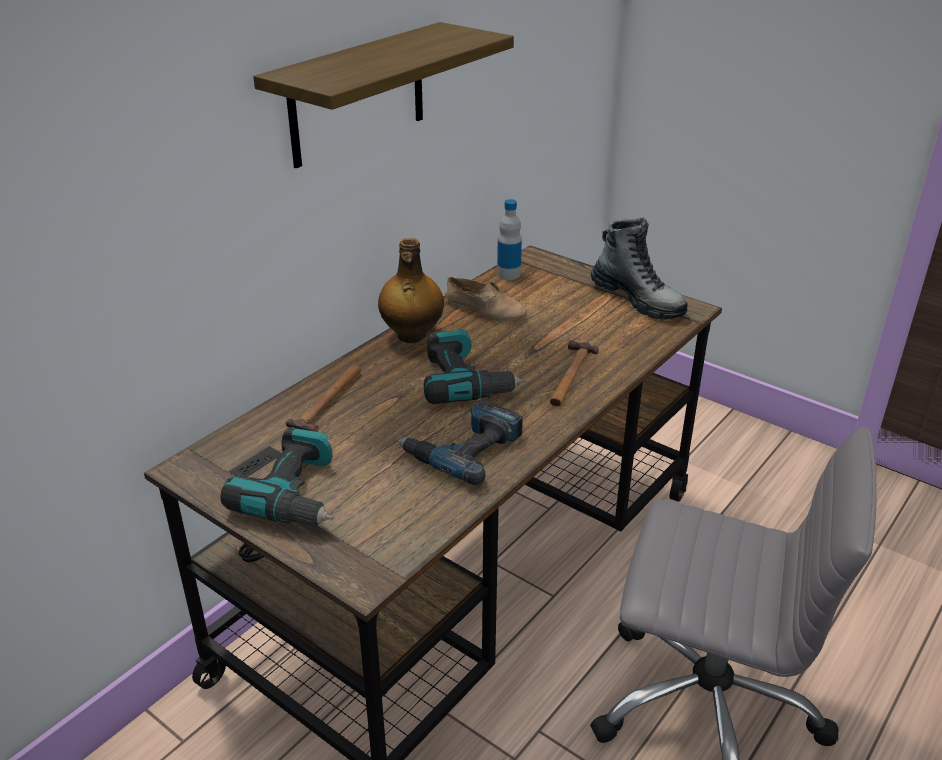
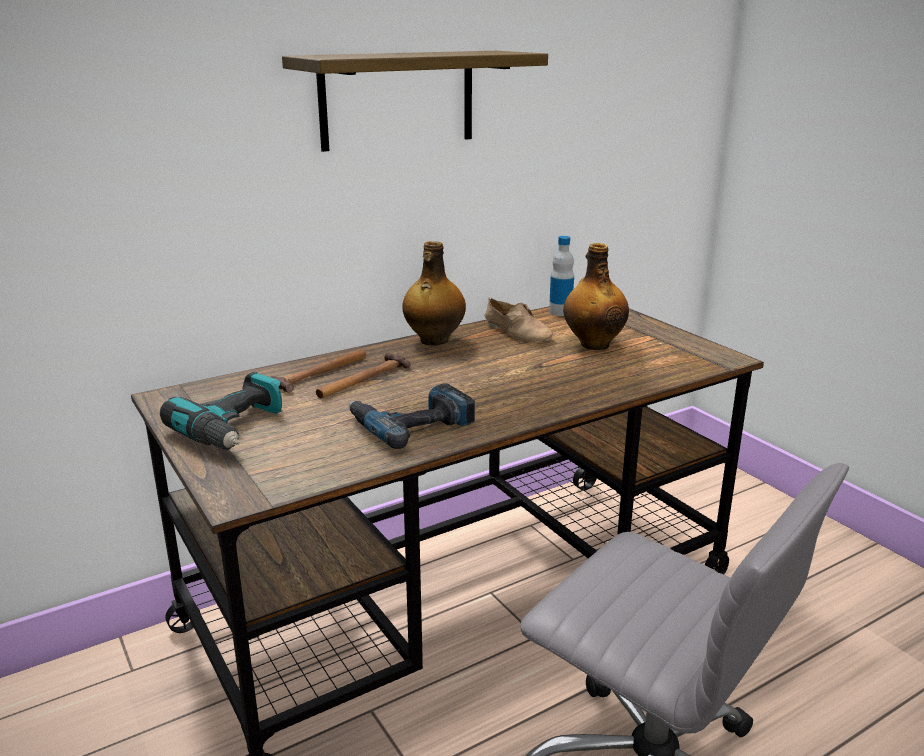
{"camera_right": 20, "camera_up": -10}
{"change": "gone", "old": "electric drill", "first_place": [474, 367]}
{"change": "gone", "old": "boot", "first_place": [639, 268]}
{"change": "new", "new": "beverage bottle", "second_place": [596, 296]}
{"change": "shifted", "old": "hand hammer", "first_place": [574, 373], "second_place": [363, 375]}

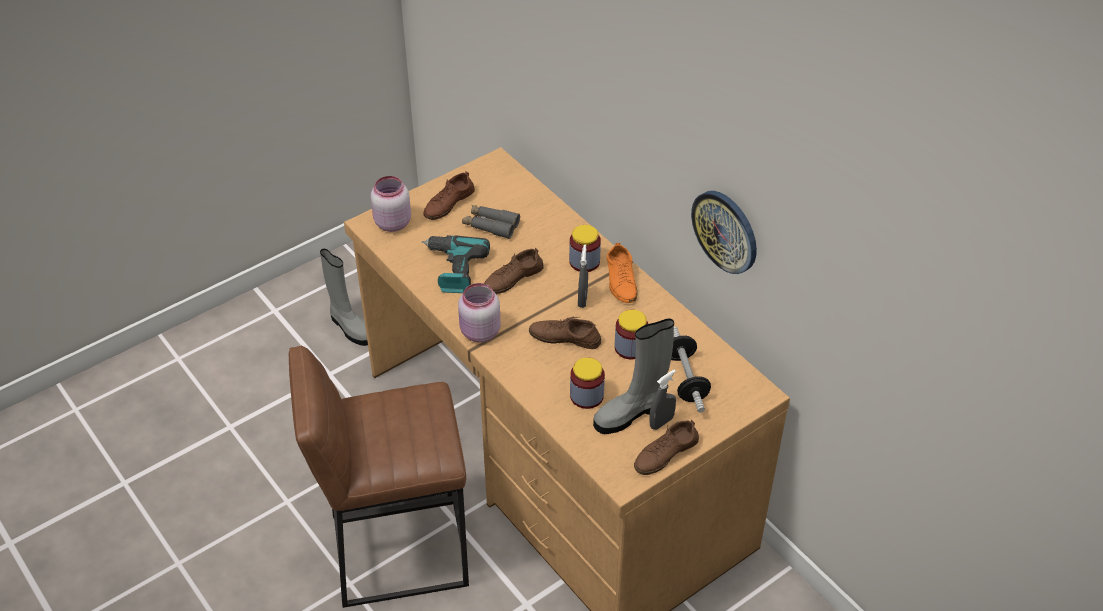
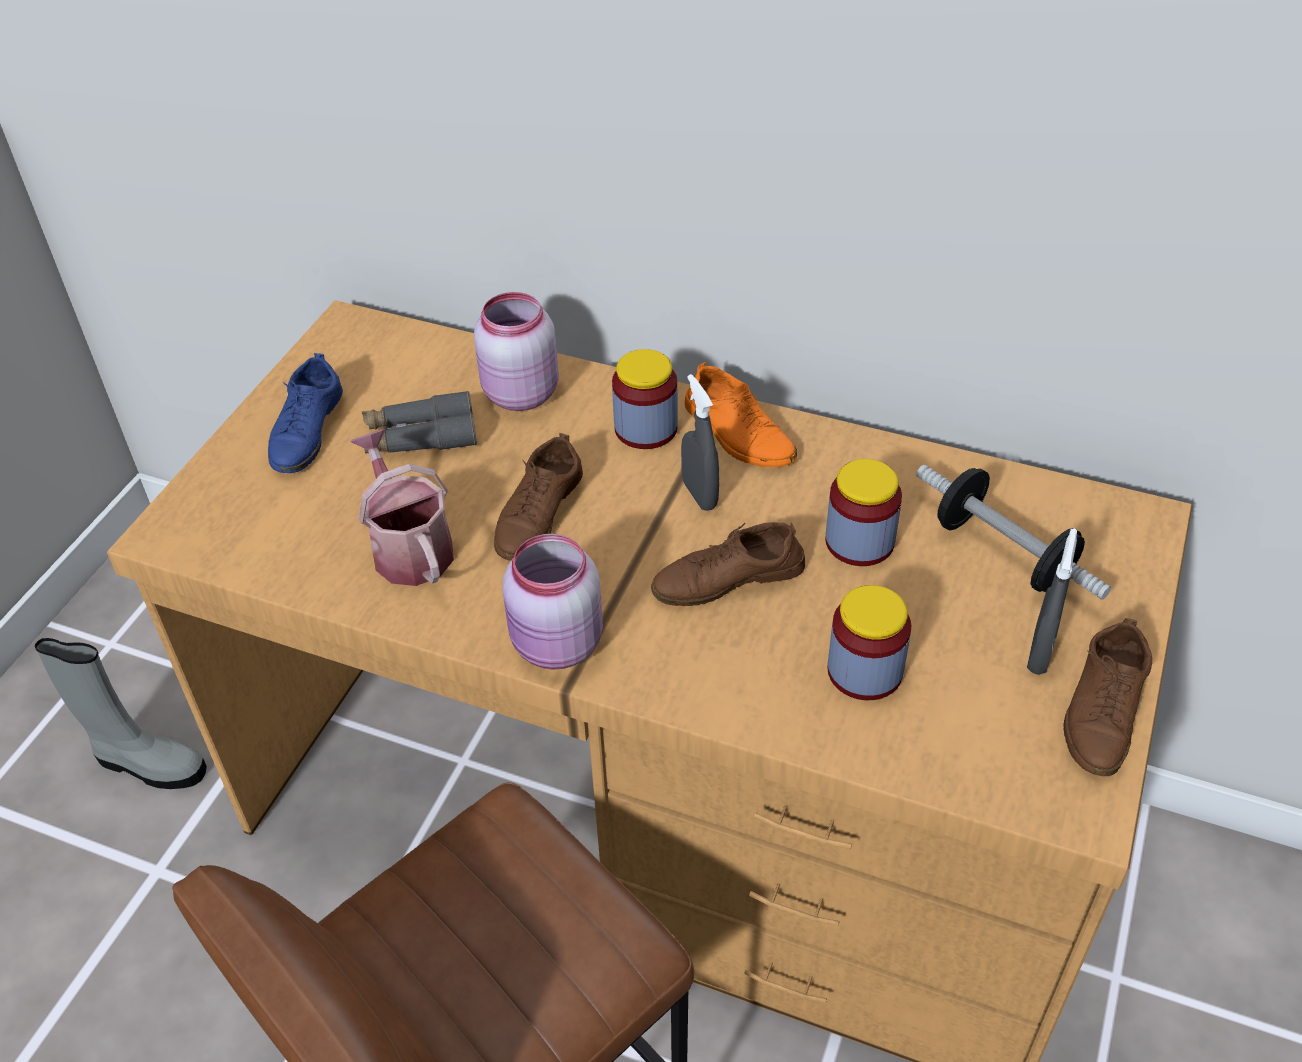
{"camera_right": -30, "camera_up": 0}
{"change": "gone", "old": "boot (gray)", "first_place": [633, 376]}
{"change": "gone", "old": "hanging clock", "first_place": [724, 232]}
{"change": "shifted", "old": "preserve jar (pink-coloured)", "first_place": [391, 204], "second_place": [516, 351]}
{"change": "swapped", "old": "electric drill", "new": "watering pot", "first_place": [456, 264], "second_place": [402, 507]}
{"change": "repainted", "old": "shoe (brown-coloured)", "new": "shoe (blue)", "first_place": [449, 195], "second_place": [305, 413]}

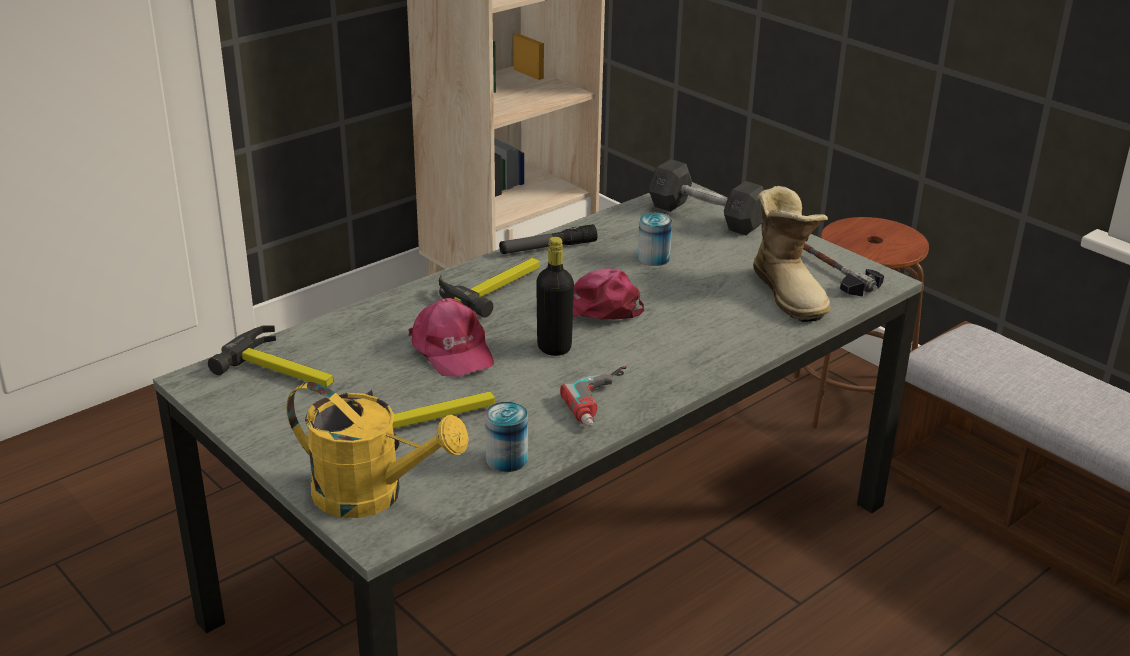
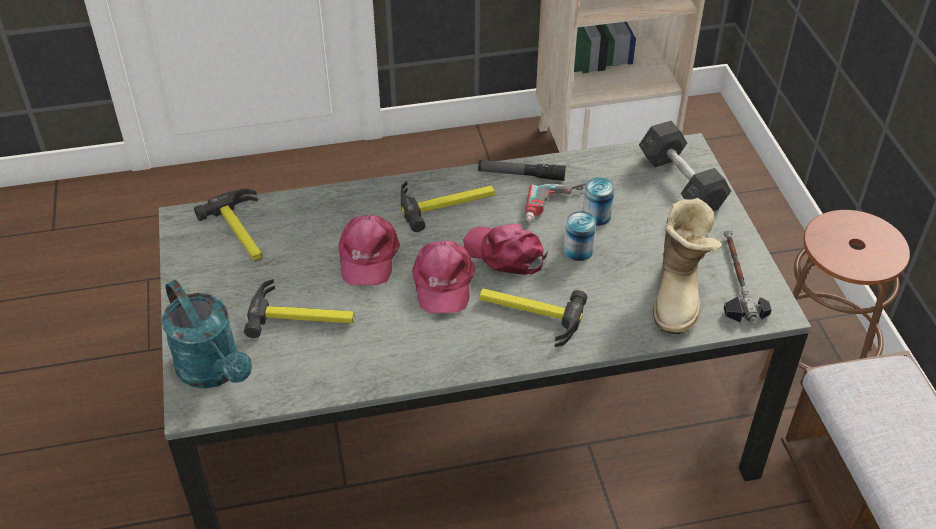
{"camera_right": 30, "camera_up": 15}
{"change": "new", "new": "hand hammer", "second_place": [533, 317]}
{"change": "shifted", "old": "metal can", "first_place": [506, 437], "second_place": [580, 236]}
{"change": "shifted", "old": "electric drill", "first_place": [593, 396], "second_place": [555, 202]}
{"change": "swapped", "old": "beverage bottle (black)", "new": "cap (pink-coloured)", "first_place": [555, 296], "second_place": [443, 277]}
{"change": "repainted", "old": "watering pot (yellowish)", "new": "watering pot (blue-green)", "first_place": [377, 450], "second_place": [207, 334]}

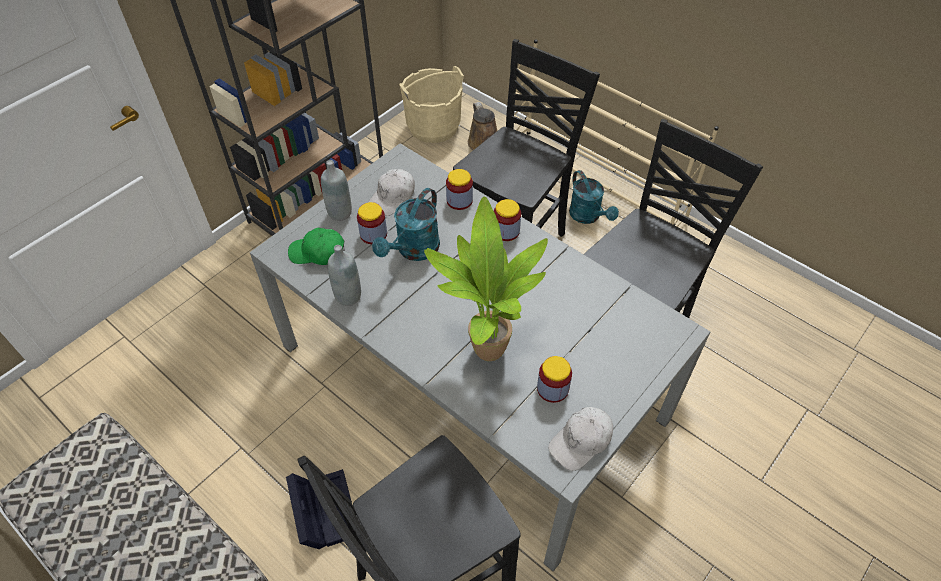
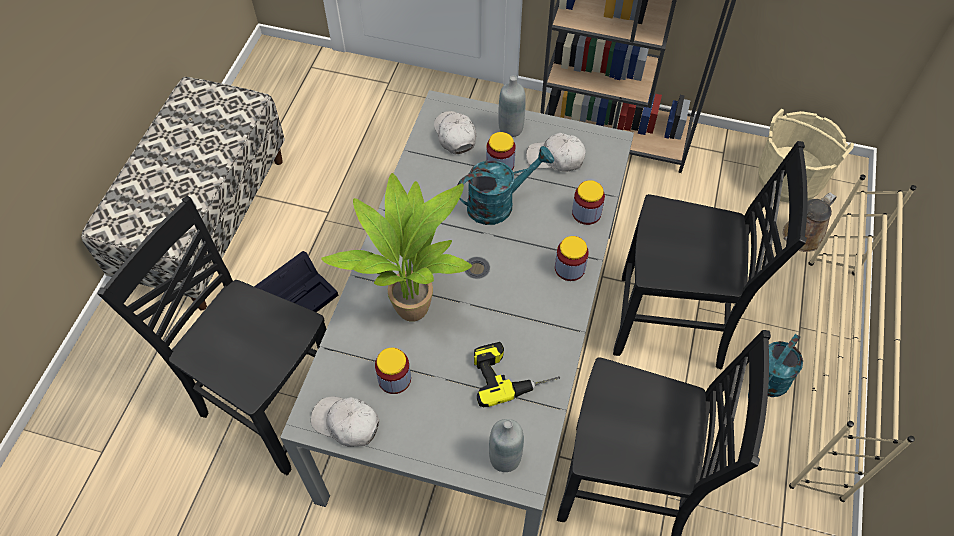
{"camera_right": 65, "camera_up": 5}
{"change": "new", "new": "electric drill", "second_place": [517, 375]}
{"change": "shifted", "old": "beverage bottle (gray)", "first_place": [344, 275], "second_place": [506, 445]}
{"change": "repainted", "old": "cap (greenish)", "new": "cap (white)", "first_place": [316, 246], "second_place": [455, 132]}
{"change": "rotated", "old": "watering pot (blue-green)", "first_place": [406, 224], "second_place": [505, 185], "degrees": 150}

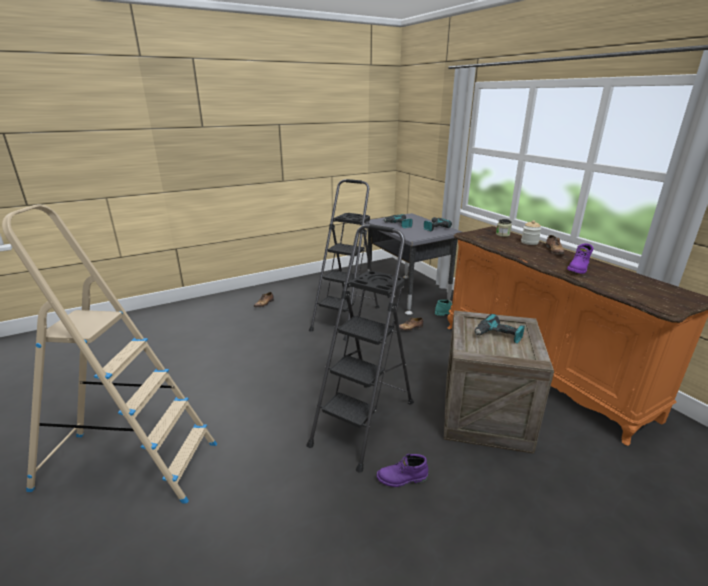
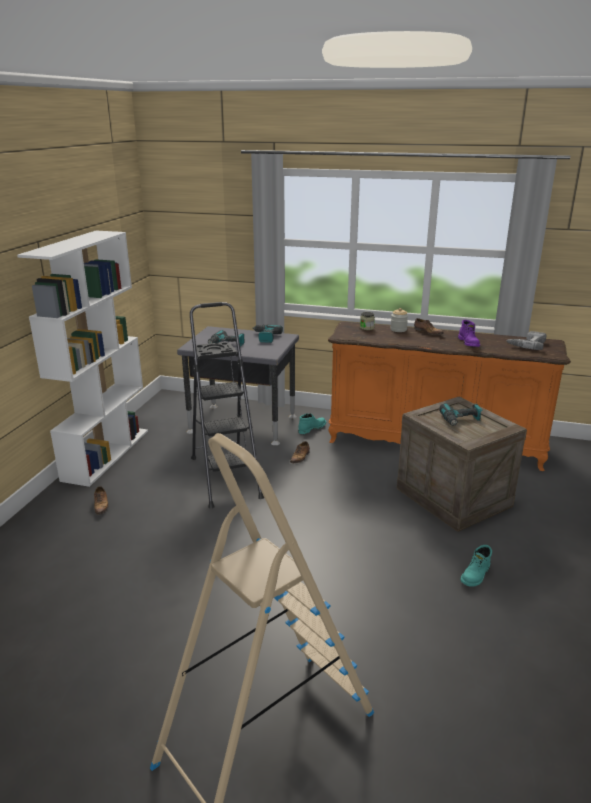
{"camera_right": -45, "camera_up": 0}
{"change": "gone", "old": "stepladder", "first_place": [360, 348]}
{"change": "new", "new": "bookshelf (white)", "second_place": [82, 359]}
{"change": "new", "new": "electric drill", "second_place": [526, 340]}
{"change": "repainted", "old": "boot (purple-coloured)", "new": "boot (blue-green)", "first_place": [402, 470], "second_place": [476, 566]}

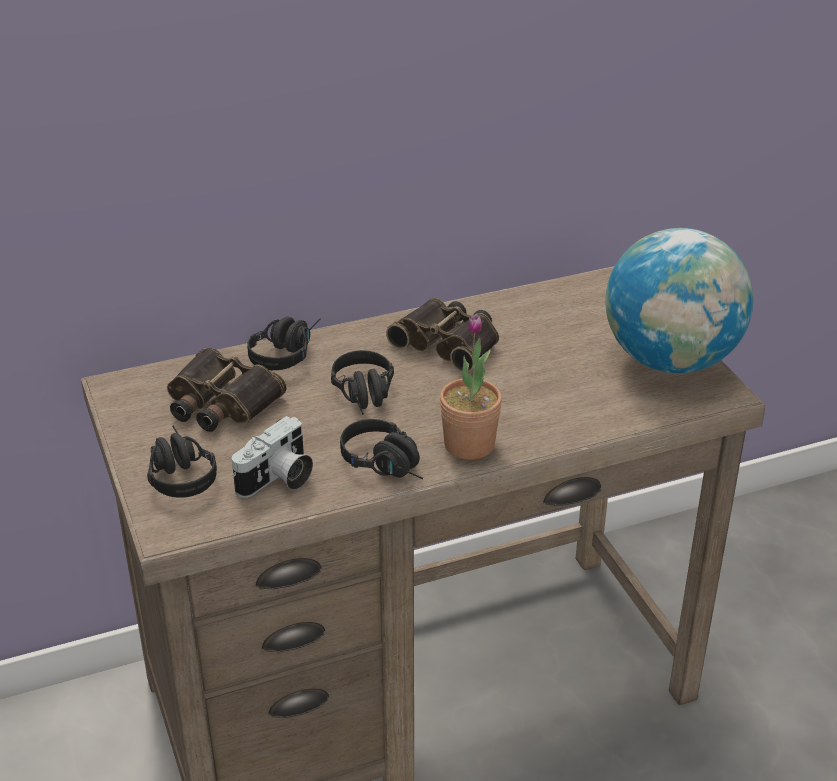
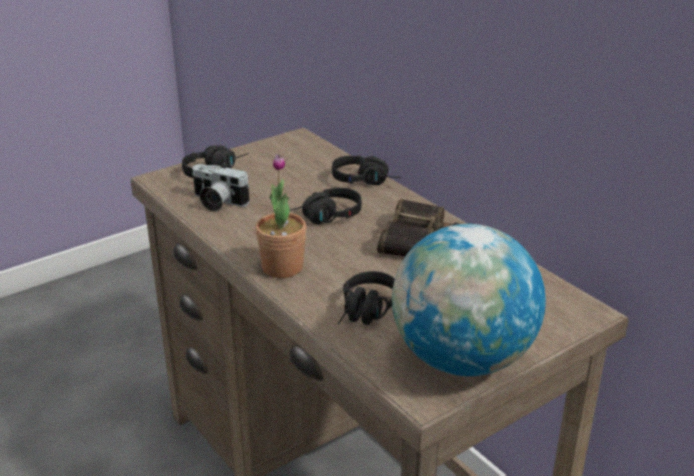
{"camera_right": 75, "camera_up": -5}
{"change": "gone", "old": "field glasses", "first_place": [227, 390]}
{"change": "shifted", "old": "headphones (black)", "first_place": [381, 449], "second_place": [366, 298]}

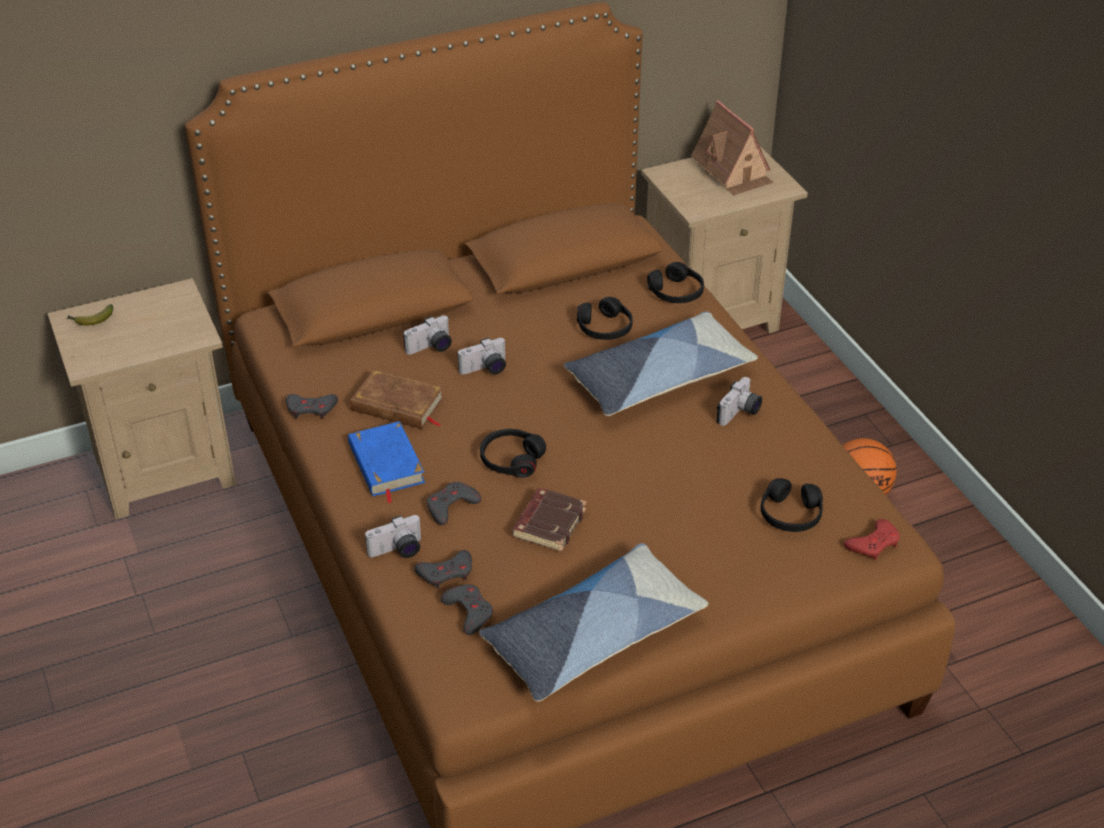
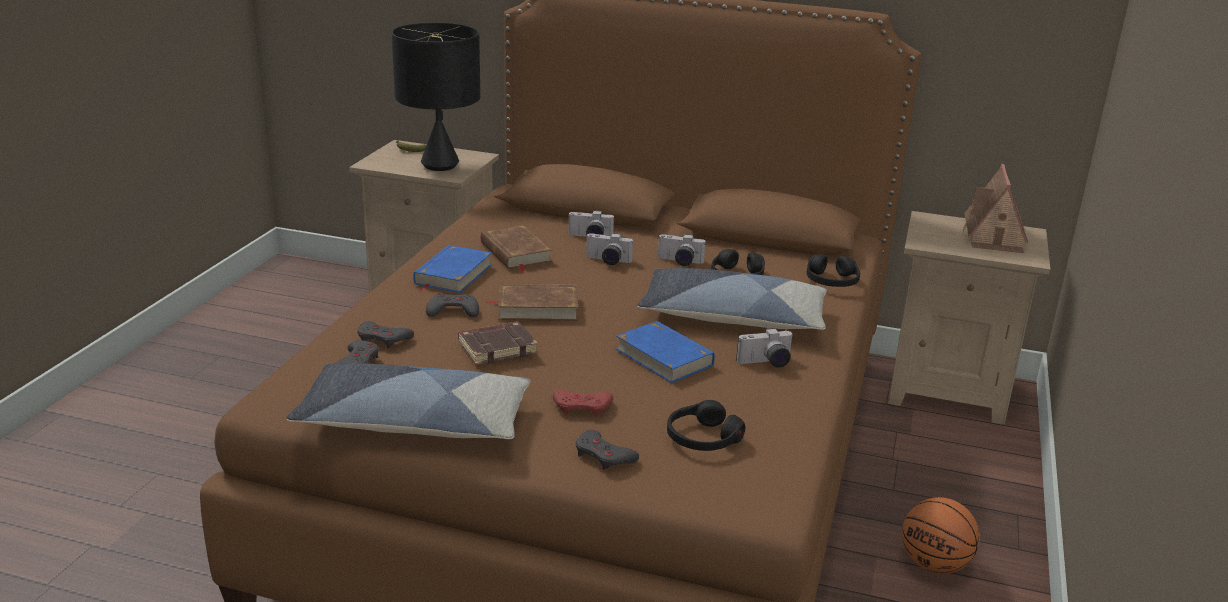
{"camera_right": 40, "camera_up": -15}
{"change": "new", "new": "table lamp (black)", "second_place": [435, 96]}
{"change": "new", "new": "bound book (blue)", "second_place": [665, 352]}
{"change": "shifted", "old": "gamepad (gray)", "first_place": [312, 406], "second_place": [607, 450]}
{"change": "shifted", "old": "still camera", "first_place": [393, 536], "second_place": [682, 250]}
{"change": "shifted", "old": "gamepad (red)", "first_place": [872, 539], "second_place": [583, 403]}
{"change": "swapped", "old": "headphones (black)", "new": "bound book (brown-coloured)", "first_place": [513, 453], "second_place": [531, 302]}

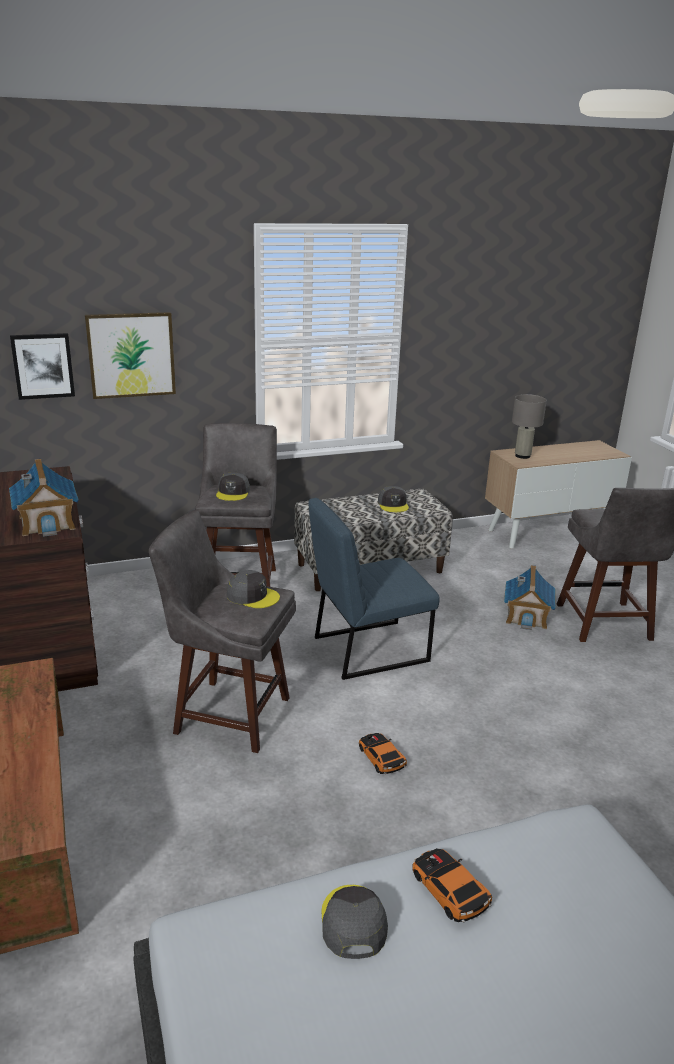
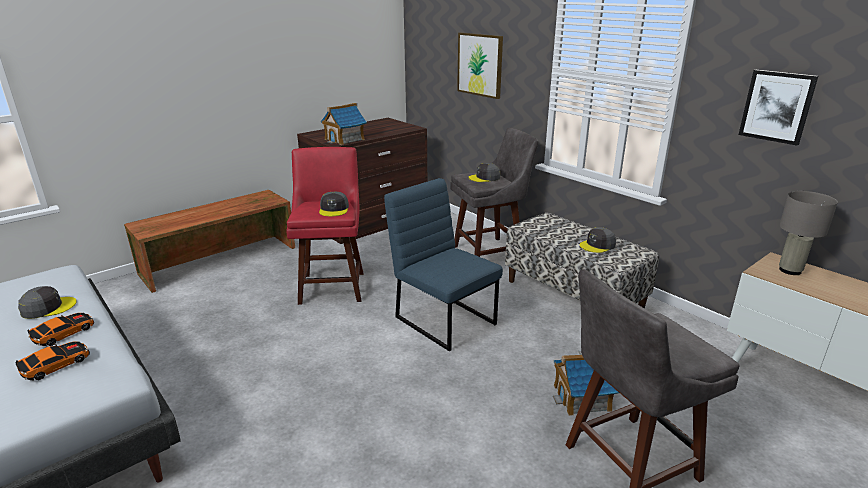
{"camera_right": 70, "camera_up": 0}
{"change": "shifted", "old": "wall art", "first_place": [42, 366], "second_place": [778, 108]}
{"change": "shifted", "old": "model car", "first_place": [383, 753], "second_place": [52, 360]}
{"change": "repainted", "old": "sitting stool (gray)", "new": "sitting stool (red)", "first_place": [222, 631], "second_place": [324, 226]}

